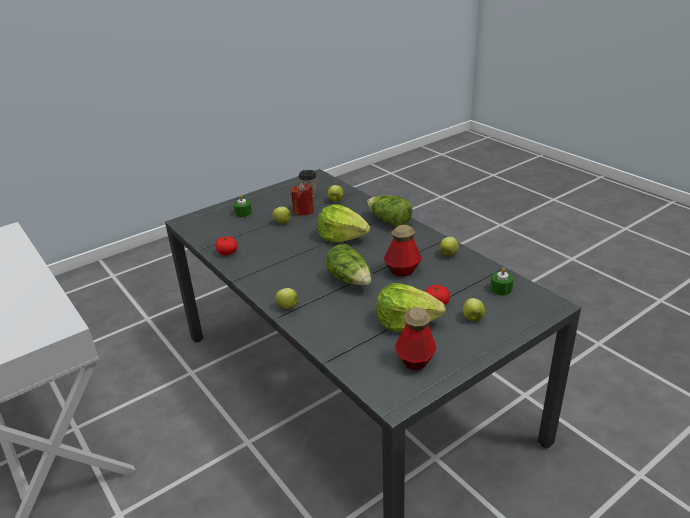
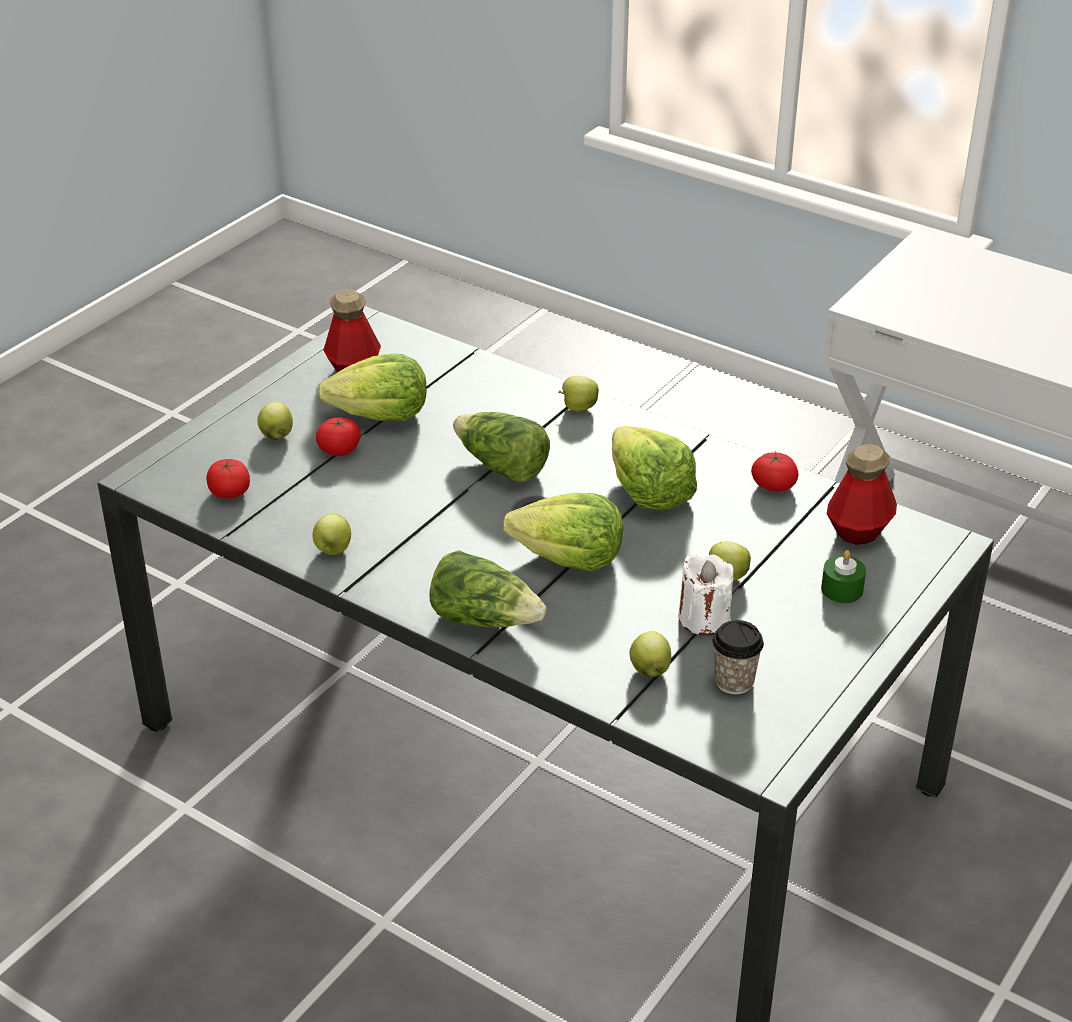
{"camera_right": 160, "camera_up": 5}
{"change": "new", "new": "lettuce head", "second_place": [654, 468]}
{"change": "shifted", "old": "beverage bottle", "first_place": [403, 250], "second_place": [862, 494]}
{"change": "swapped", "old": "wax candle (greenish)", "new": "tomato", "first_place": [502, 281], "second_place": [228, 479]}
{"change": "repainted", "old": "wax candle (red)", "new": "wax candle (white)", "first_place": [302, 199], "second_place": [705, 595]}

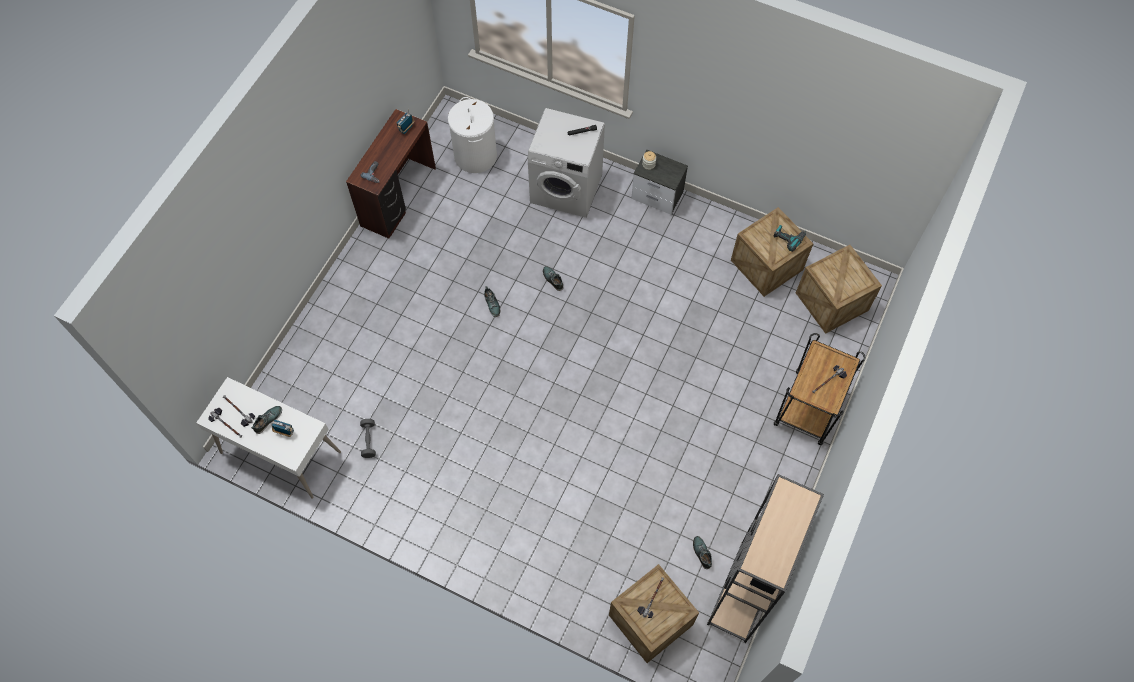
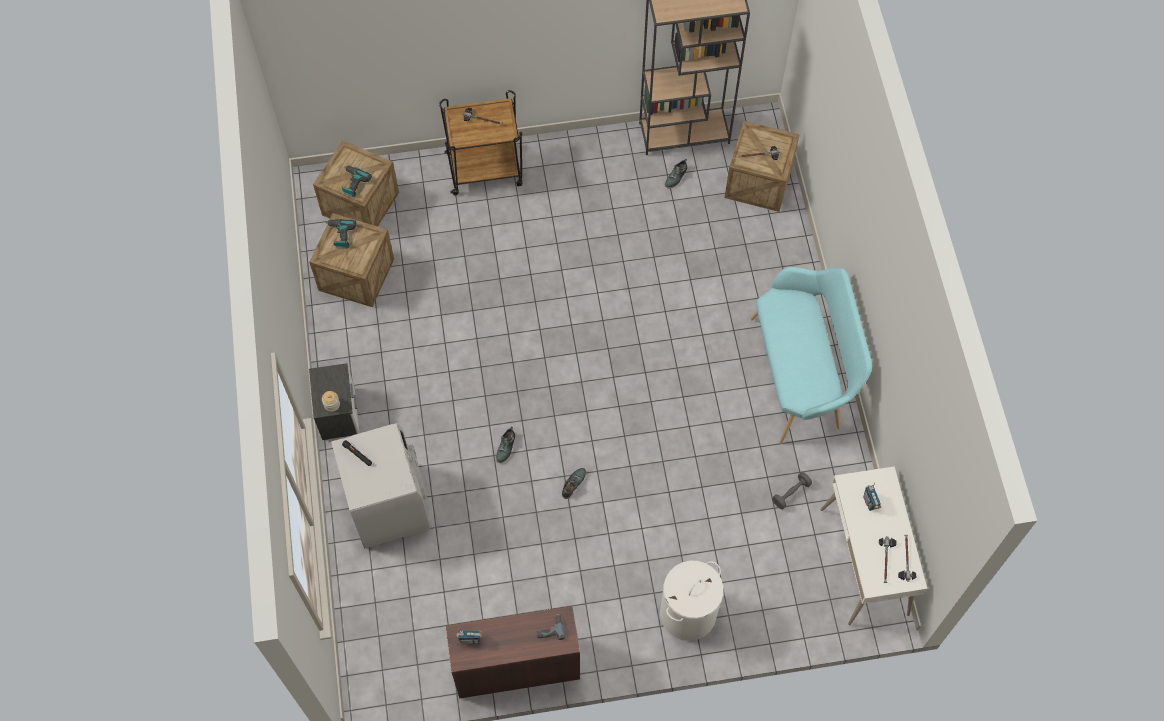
{"camera_right": -125, "camera_up": 0}
{"change": "gone", "old": "shoe", "first_place": [266, 420]}
{"change": "new", "new": "electric drill", "second_place": [357, 181]}
{"change": "new", "new": "long seat (blue-green)", "second_place": [811, 355]}
{"change": "shifted", "old": "washing basket (white)", "first_place": [472, 135], "second_place": [692, 601]}

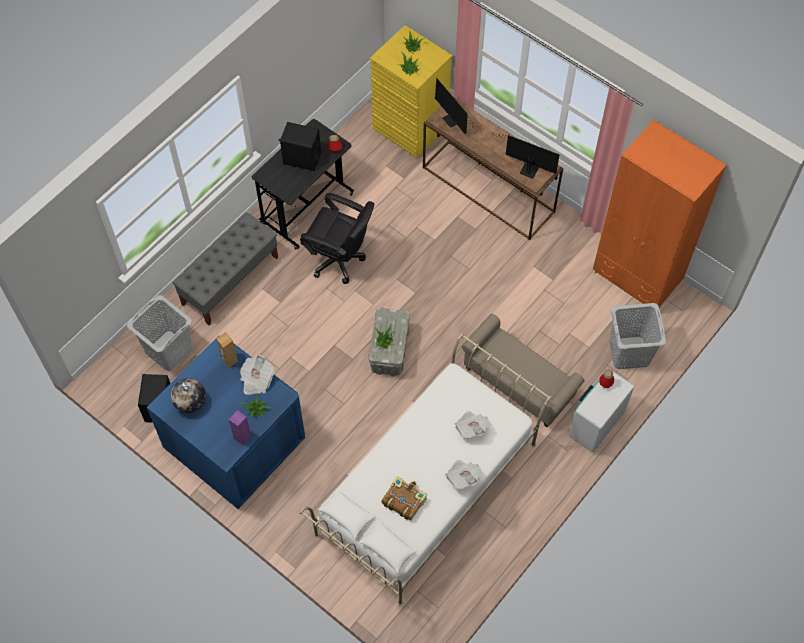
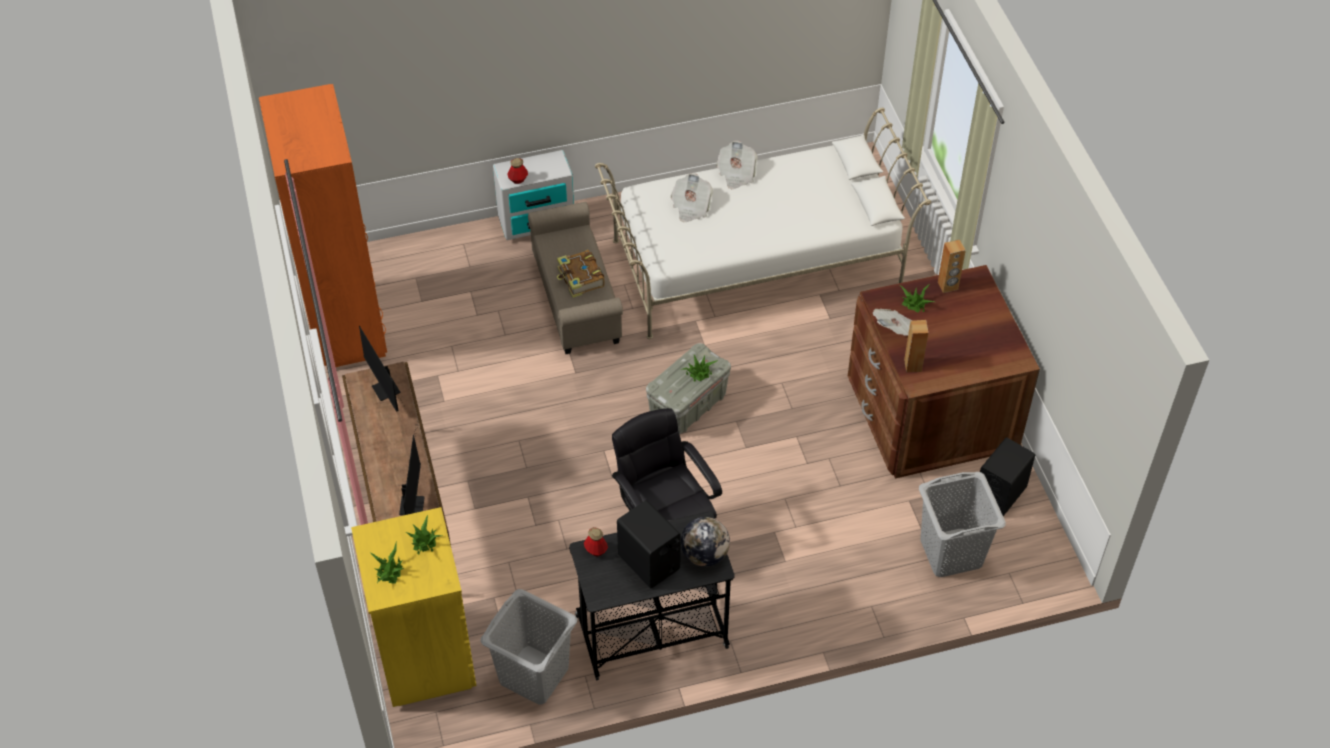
{"camera_right": -145, "camera_up": -10}
{"change": "gone", "old": "long seat (gray)", "first_place": [225, 268]}
{"change": "shifted", "old": "globe", "first_place": [188, 395], "second_place": [705, 542]}
{"change": "shifted", "old": "bound book", "first_place": [404, 498], "second_place": [581, 274]}
{"change": "shifted", "old": "washing basket (gray)", "first_place": [638, 336], "second_place": [528, 647]}
{"change": "repainted", "old": "dresser (blue)", "new": "dresser (brown-coloured)", "first_place": [226, 422], "second_place": [944, 371]}
{"change": "repainted", "old": "audio speaker (purple-coloured)", "new": "audio speaker (brown-coloured)", "first_place": [240, 427], "second_place": [952, 266]}

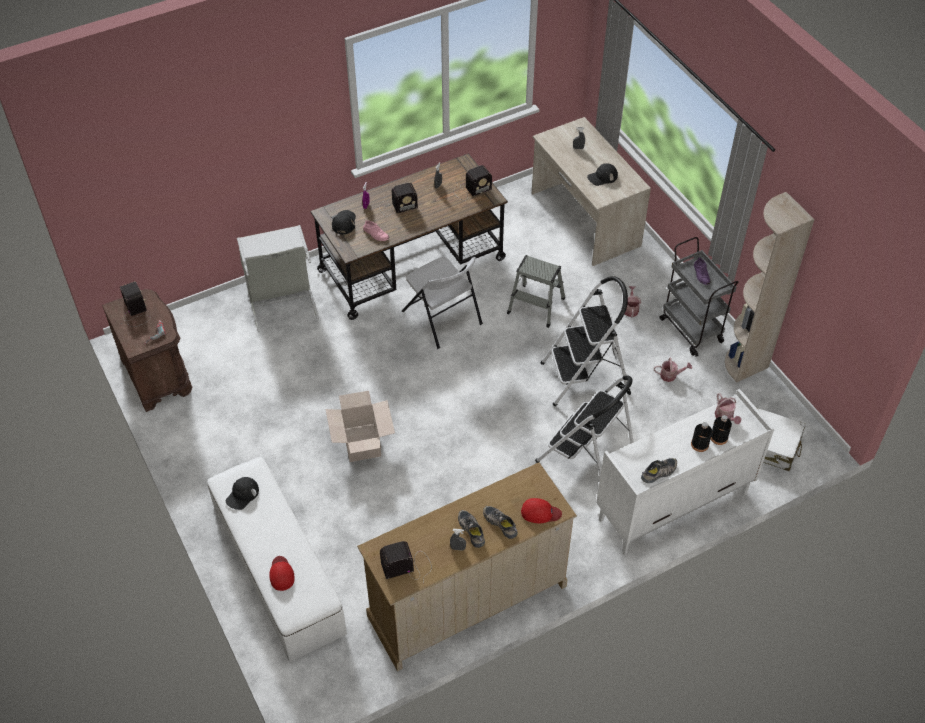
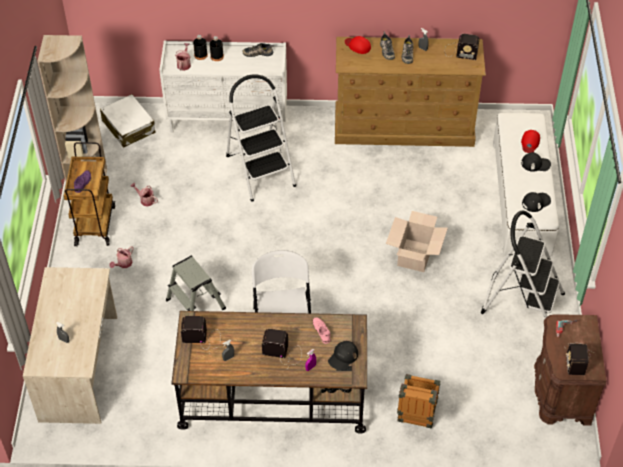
{"camera_right": -150, "camera_up": 0}
{"change": "shifted", "old": "stepladder", "first_place": [585, 341], "second_place": [523, 264]}
{"change": "shifted", "old": "cap (black)", "first_place": [602, 174], "second_place": [536, 162]}
{"change": "swapped", "old": "washing basket (gray)", "new": "shipping crate", "first_place": [278, 278], "second_place": [418, 401]}
{"change": "repainted", "old": "cart (gray)", "new": "cart (brown-coloured)", "first_place": [699, 297], "second_place": [89, 194]}

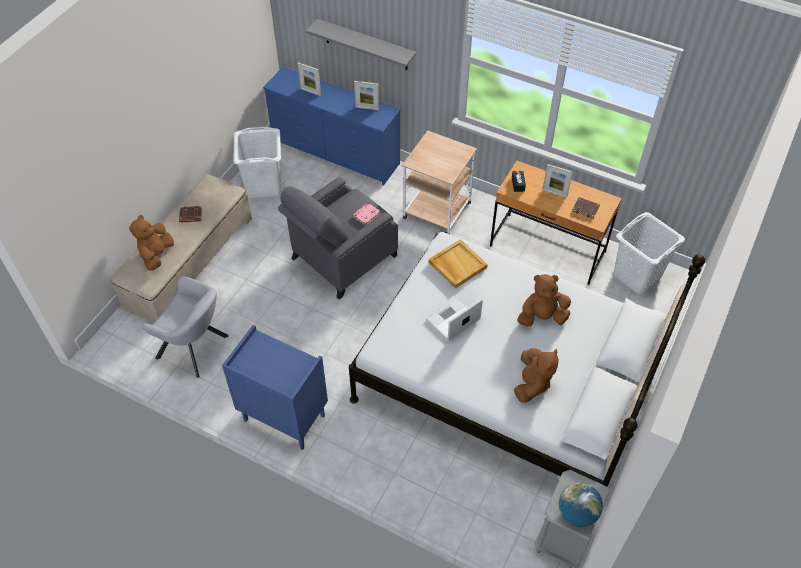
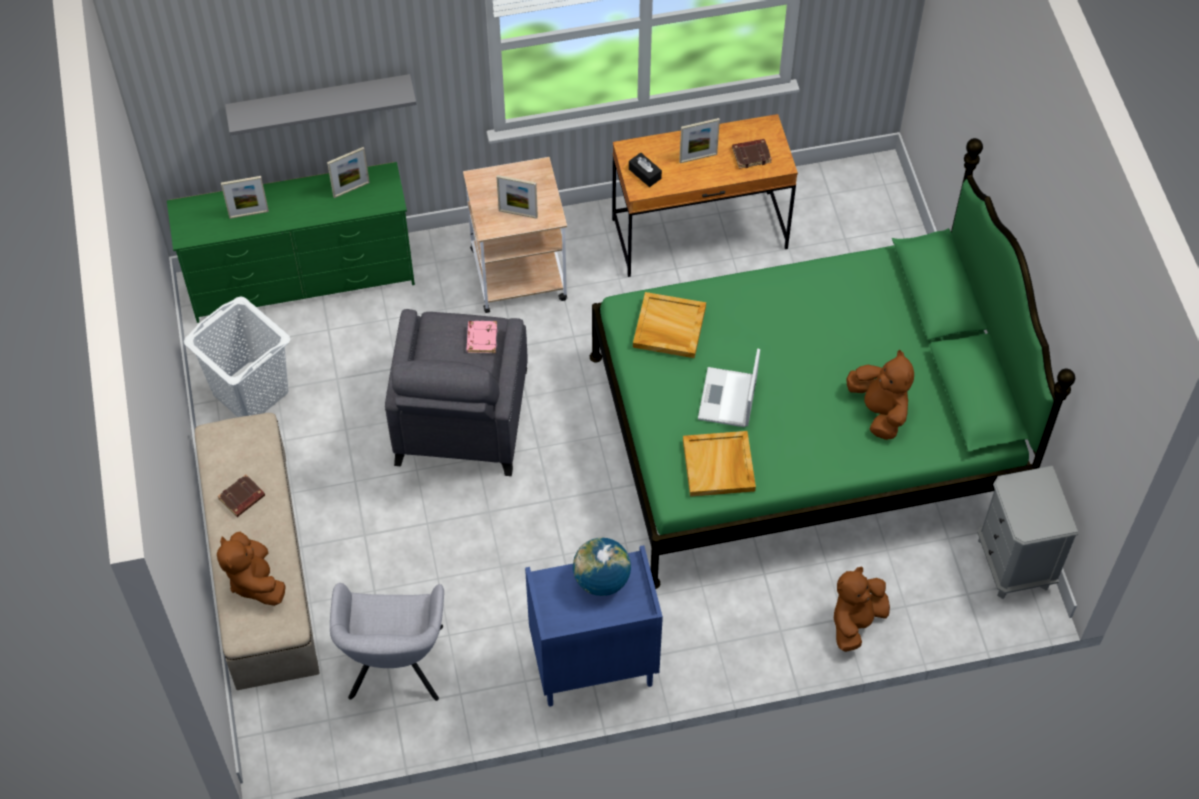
{"camera_right": -40, "camera_up": 5}
{"change": "gone", "old": "washing basket (white)", "first_place": [649, 253]}
{"change": "new", "new": "picture frame", "second_place": [517, 197]}
{"change": "new", "new": "carrying tray (beige-coloured)", "second_place": [719, 464]}
{"change": "shifted", "old": "cuddly toy (brown-coloured)", "first_place": [544, 300], "second_place": [862, 609]}
{"change": "shifted", "old": "globe", "first_place": [581, 504], "second_place": [602, 566]}
{"change": "repainted", "old": "dresser (blue)", "new": "dresser (greenish)", "first_place": [332, 126], "second_place": [291, 242]}
{"change": "repainted", "old": "bed (white)", "new": "bed (greenish)", "first_place": [527, 359], "second_place": [832, 363]}
{"change": "rotated", "old": "lounge chair (gray)", "first_place": [185, 327], "second_place": [387, 642], "degrees": 105}

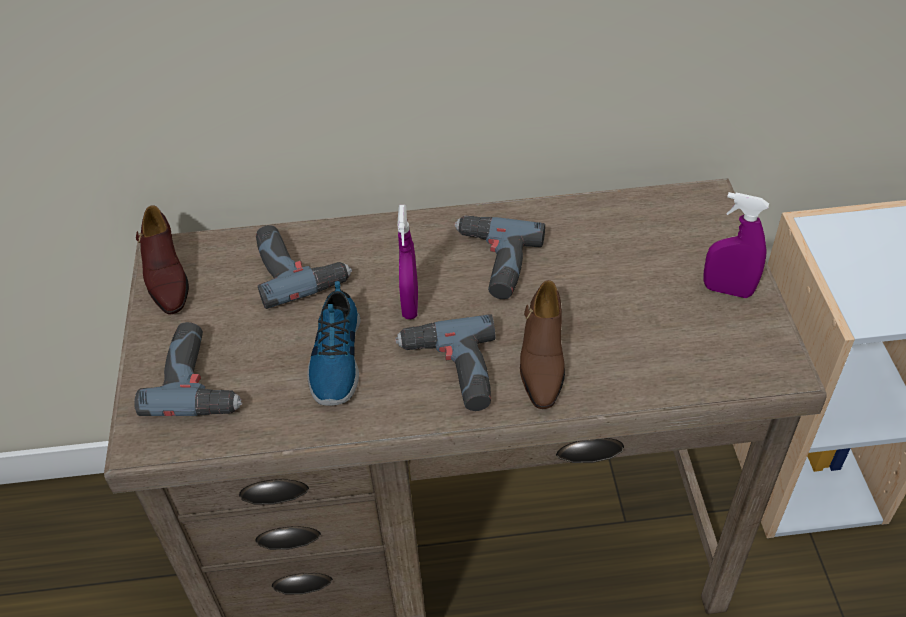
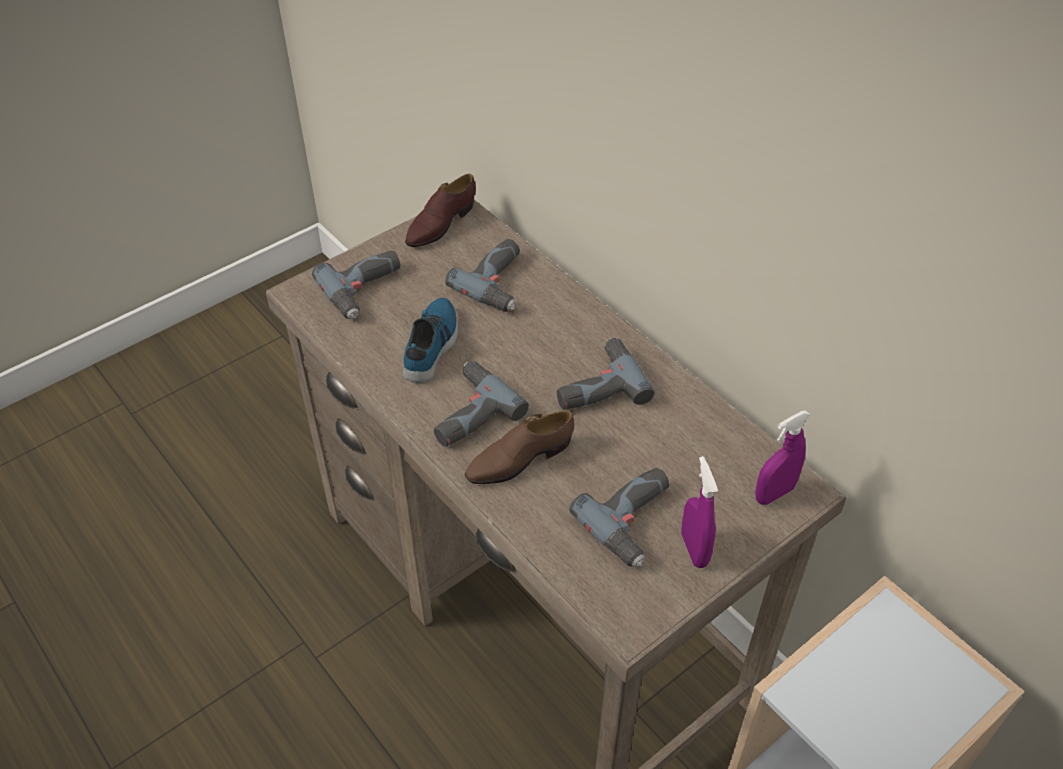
{"camera_right": 55, "camera_up": 0}
{"change": "new", "new": "electric drill", "second_place": [619, 517]}
{"change": "shifted", "old": "sprayer (purple-coloured)", "first_place": [408, 262], "second_place": [782, 457]}
{"change": "rotated", "old": "shoe", "first_place": [334, 343], "second_place": [430, 340], "degrees": 135}

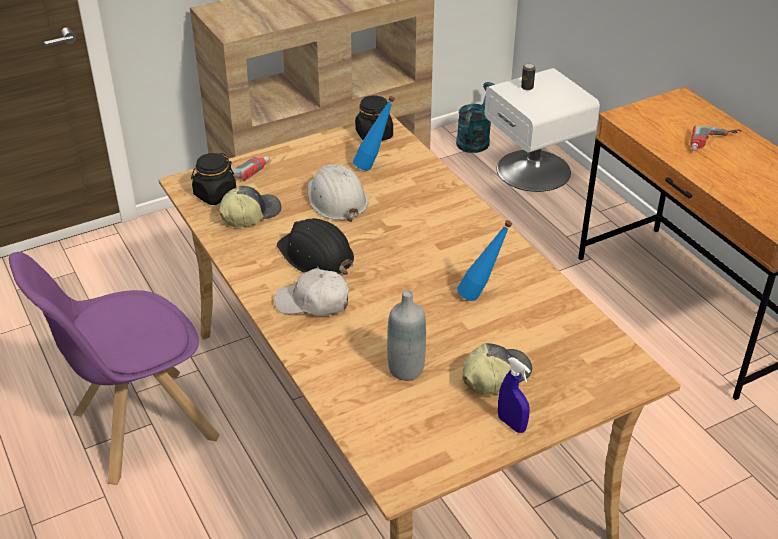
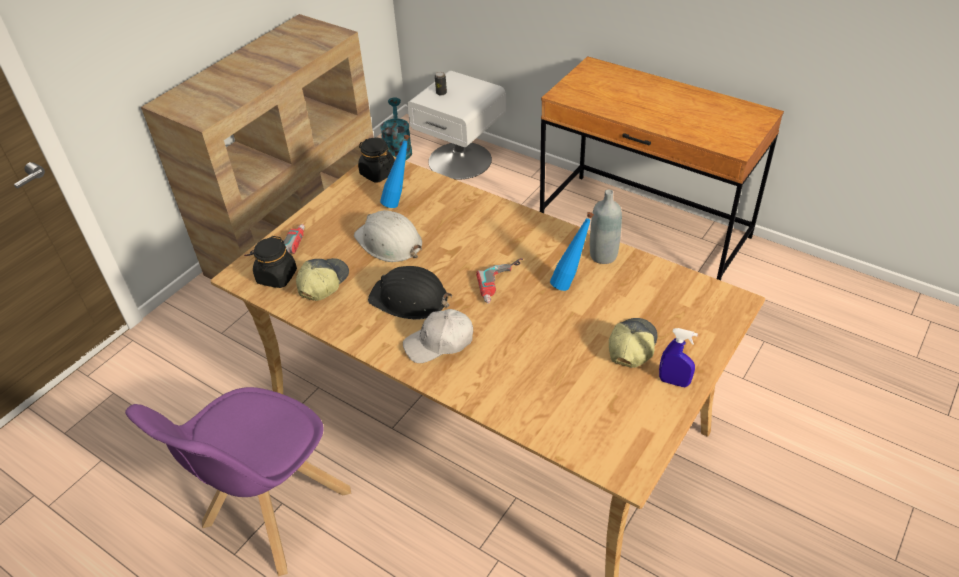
{"camera_right": -25, "camera_up": 5}
{"change": "shifted", "old": "beverage bottle (gray)", "first_place": [406, 335], "second_place": [606, 227]}
{"change": "shifted", "old": "electric drill", "first_place": [716, 138], "second_place": [499, 281]}

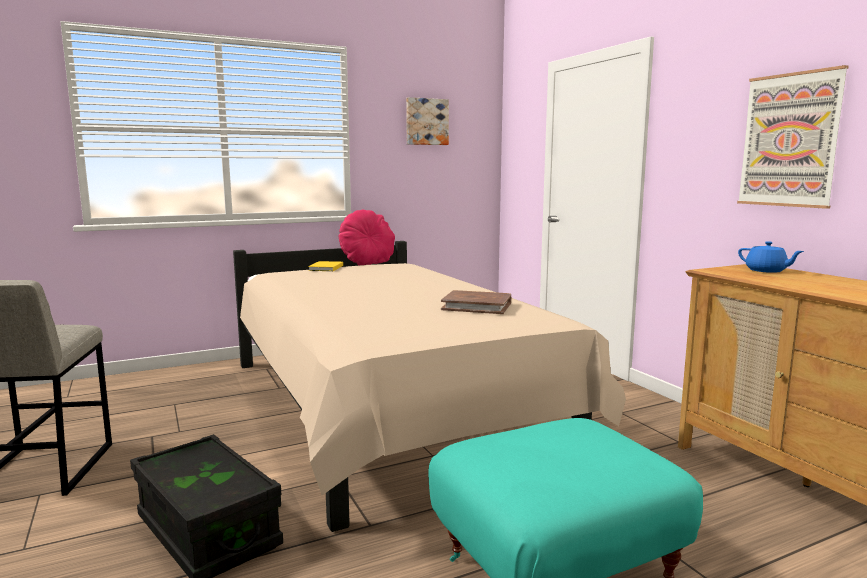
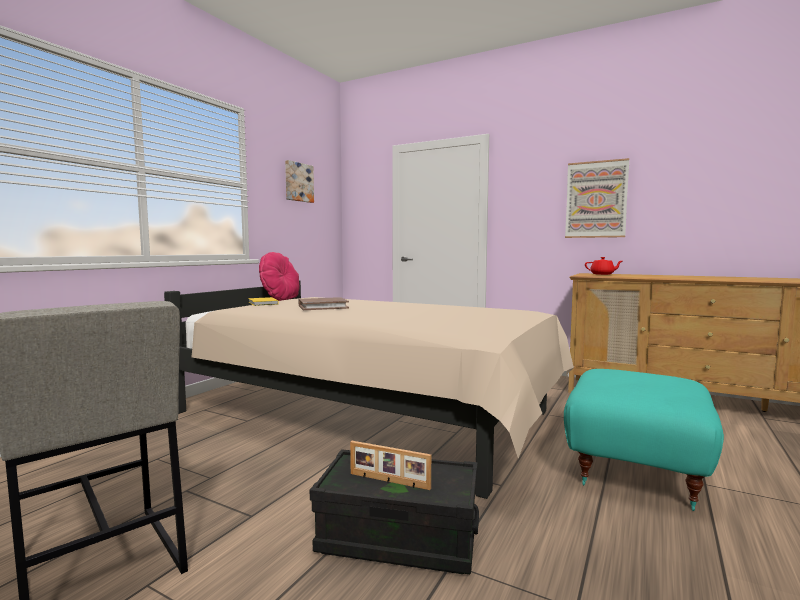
{"camera_right": -35, "camera_up": -5}
{"change": "new", "new": "picture frame", "second_place": [390, 465]}
{"change": "shifted", "old": "bound book (brown-coloured)", "first_place": [476, 302], "second_place": [324, 303]}
{"change": "repainted", "old": "pot for tea (blue)", "new": "pot for tea (red)", "first_place": [771, 257], "second_place": [603, 266]}

